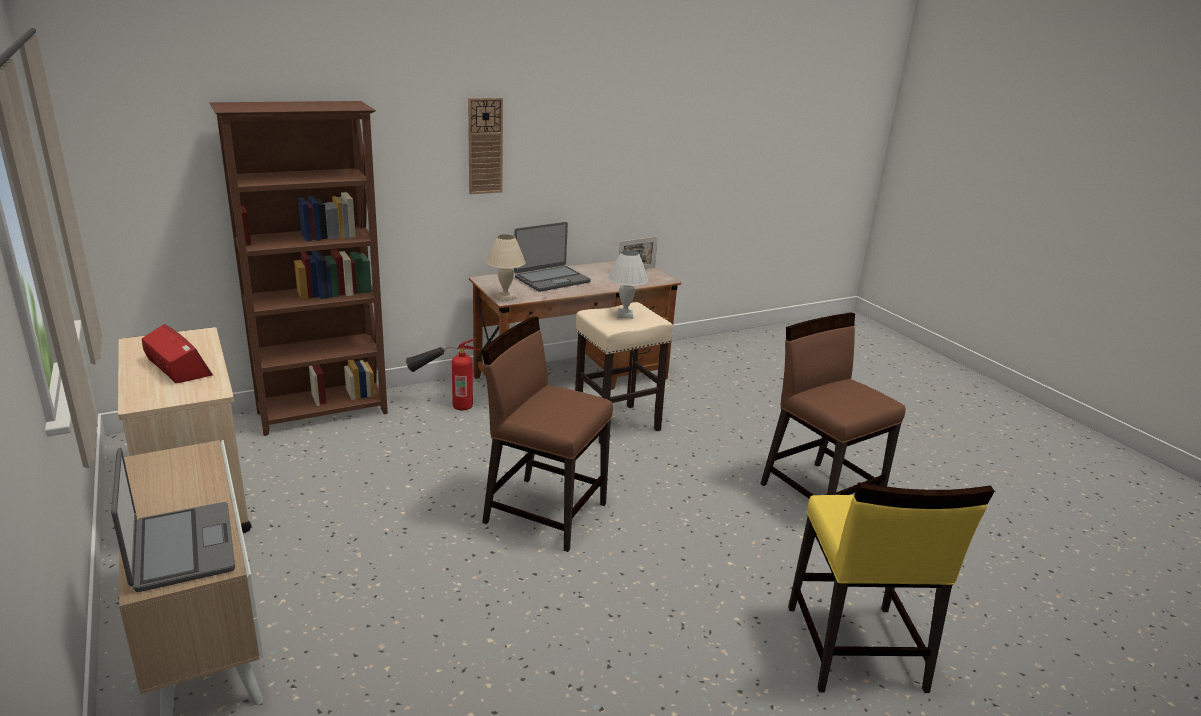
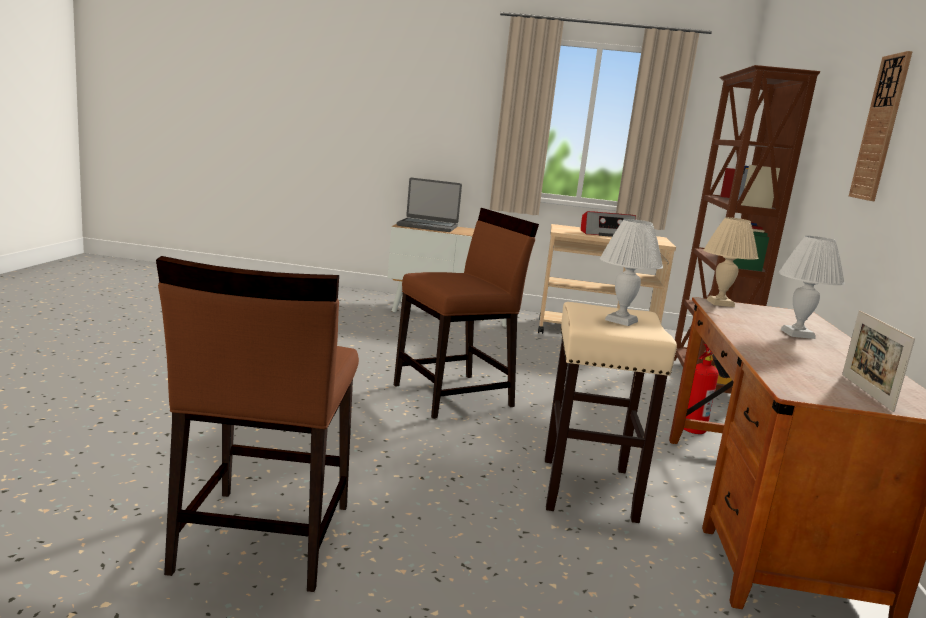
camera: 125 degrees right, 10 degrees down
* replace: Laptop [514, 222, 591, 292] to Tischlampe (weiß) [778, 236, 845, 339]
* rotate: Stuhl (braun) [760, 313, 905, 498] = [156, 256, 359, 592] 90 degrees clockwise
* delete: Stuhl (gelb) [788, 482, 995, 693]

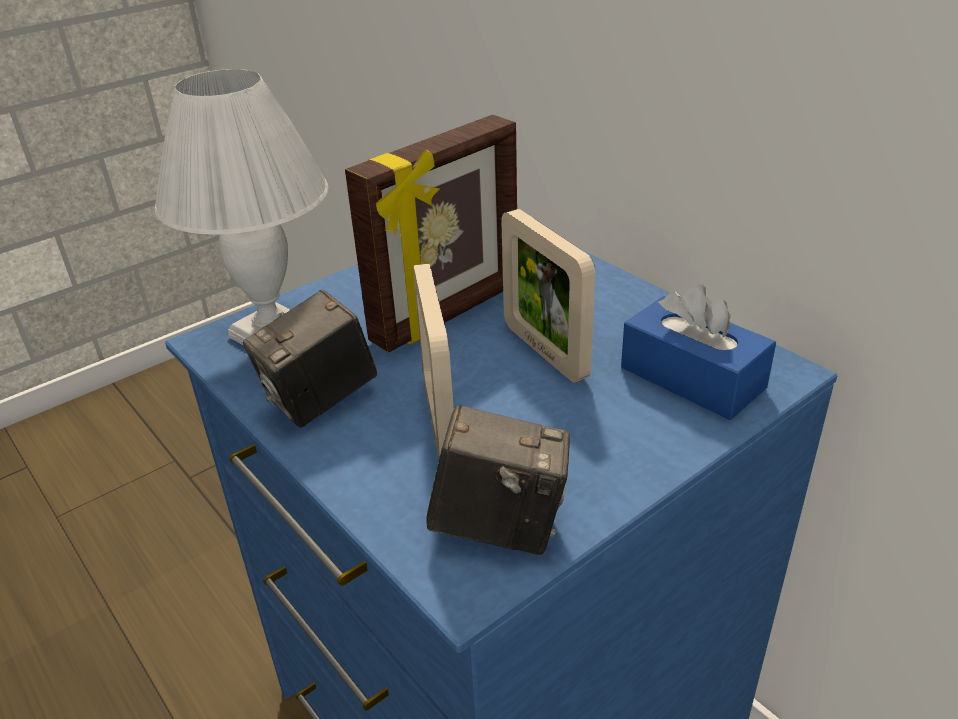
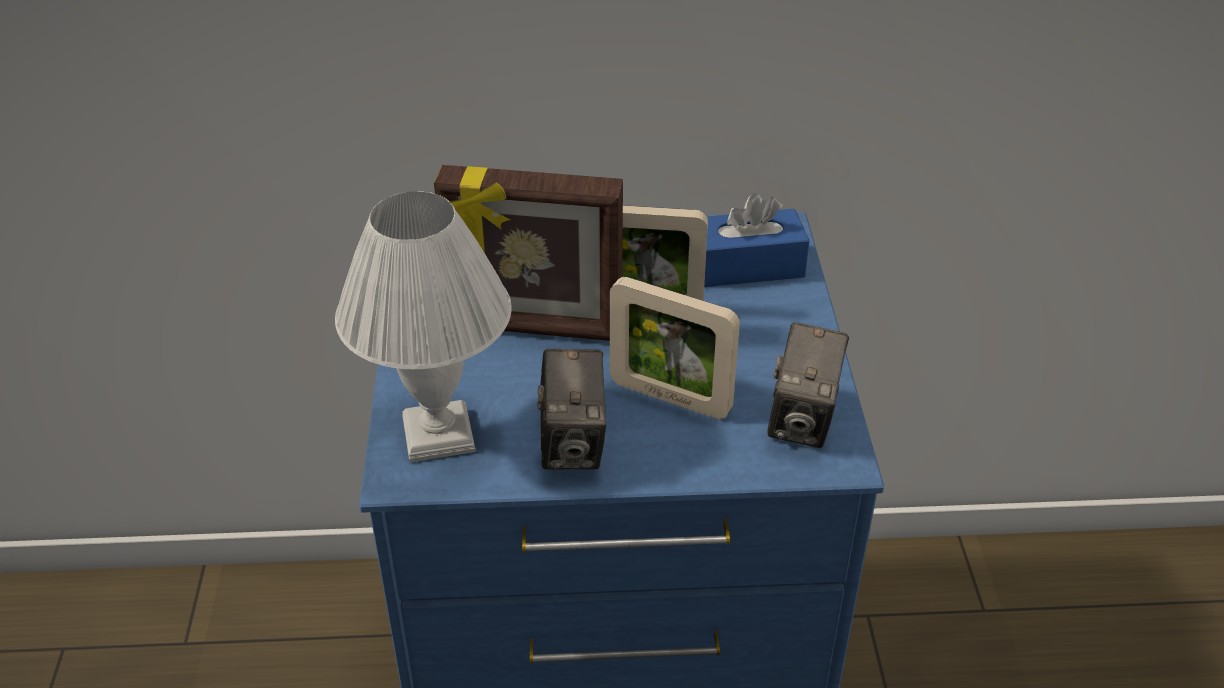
camera: 55 degrees left, 5 degrees up
* rotate: Bilderrahmen [345, 115, 517, 352] = [434, 165, 623, 341] 105 degrees clockwise
* rotate: Kamera [426, 405, 570, 555] = [767, 322, 849, 448] 150 degrees clockwise

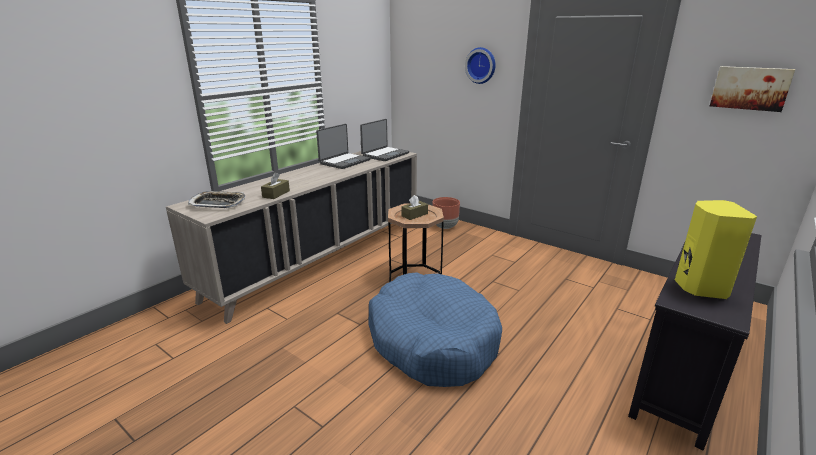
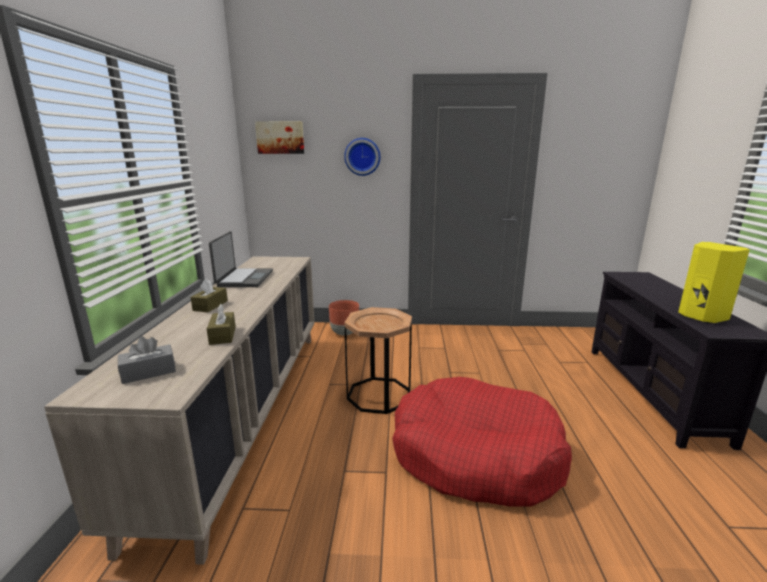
camera: 35 degrees left, 5 degrees down
* move: Bild [710, 66, 795, 112] to [255, 121, 304, 154]
* delete: Laptop [360, 119, 409, 161]
* replace: Tablett [188, 191, 245, 208] to Taschentuchbox (grau) [118, 336, 176, 384]
* move: Taschentuchbox (braun) [401, 195, 428, 220] to [191, 279, 228, 312]
* recolor: Hundebett (blau) [369, 272, 502, 387] to Hundebett (rot) [392, 377, 572, 507]

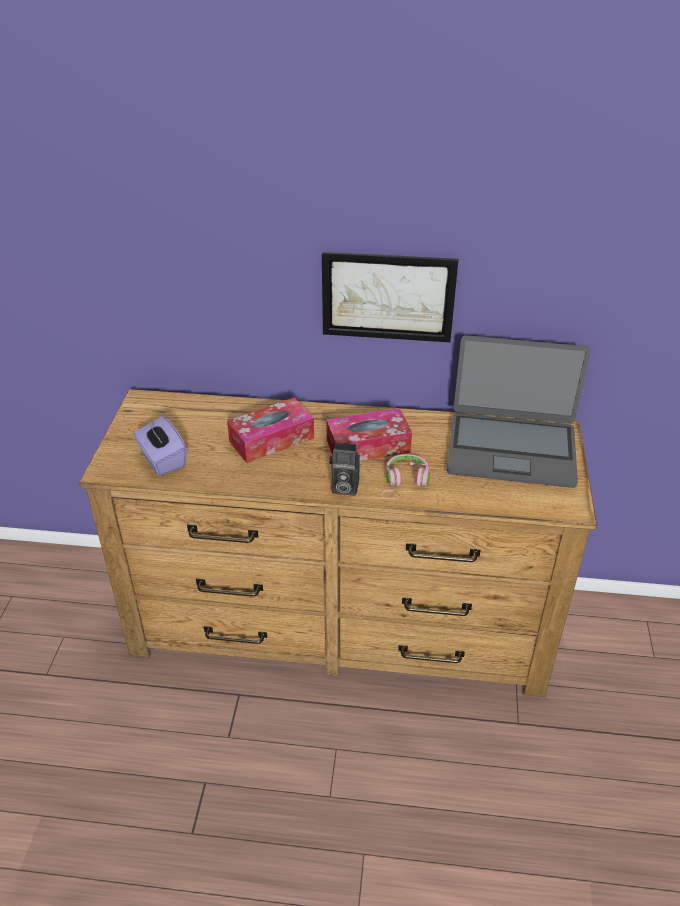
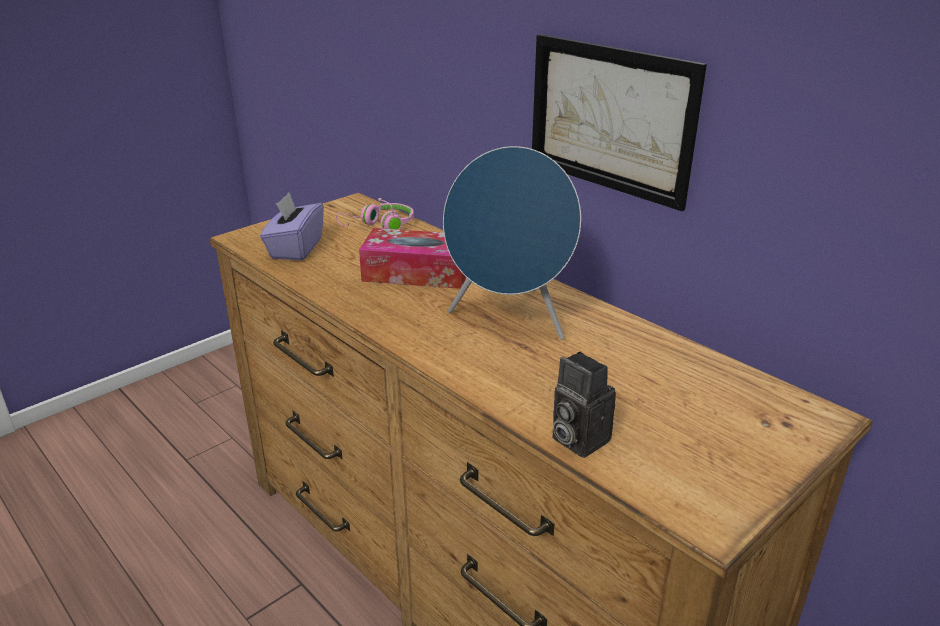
camera: 40 degrees right, 10 degrees down
* delete: Laptop [447, 335, 591, 488]
* replace: Taschentuchbox [326, 408, 412, 461] to Lautsprecher (blau) [443, 146, 581, 340]
* move: Kamera [329, 442, 360, 496] to [552, 352, 616, 458]
* move: Kopfhörer (rosa) [381, 454, 430, 499] to [336, 198, 414, 230]

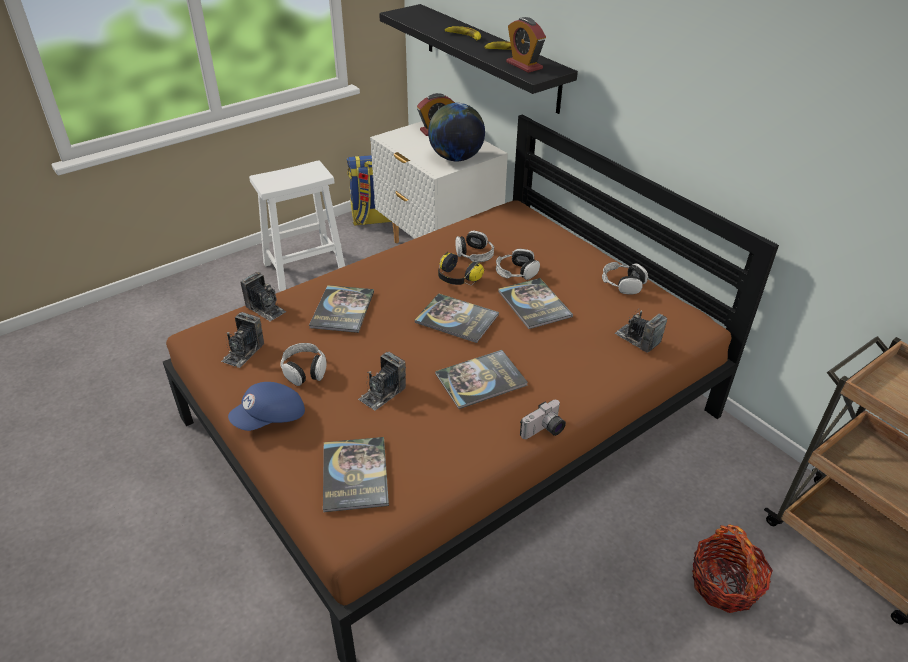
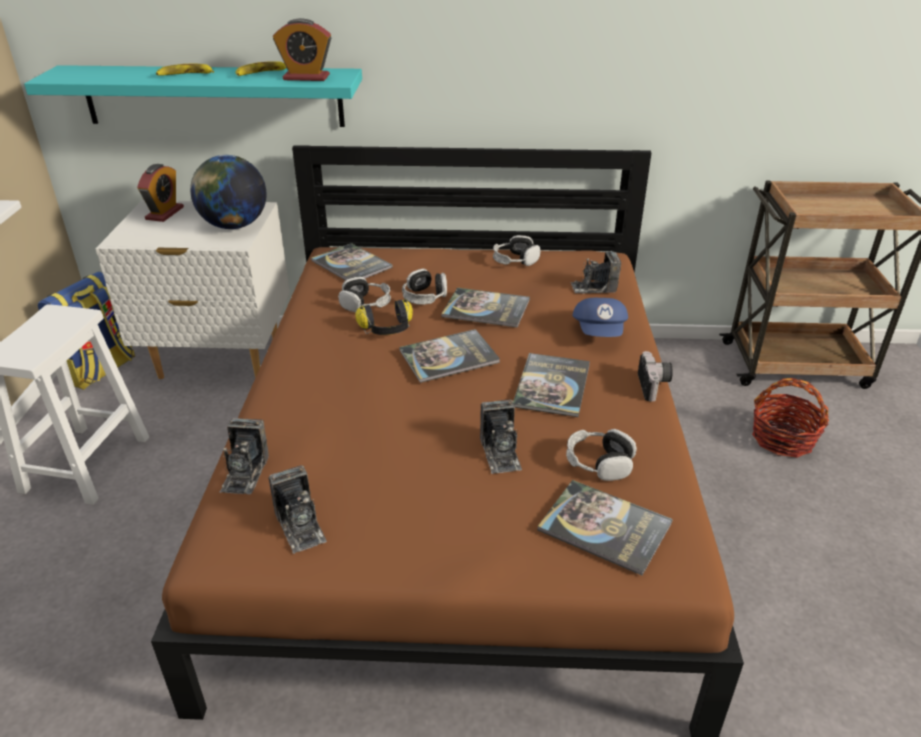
camera: 50 degrees left, 5 degrees down
* recolor: Wandregal (schwarz) [379, 4, 578, 114] to Wandregal (türkis) [24, 65, 362, 127]
* rotate: Kamera [240, 272, 287, 322] = [220, 418, 269, 494] 105 degrees clockwise
* move: Buch [309, 285, 374, 333] to [311, 243, 393, 280]
* move: Kopfhörer [280, 343, 327, 386] to [566, 429, 637, 481]
* move: Kappe (blau) [228, 382, 305, 431] to [572, 298, 628, 337]

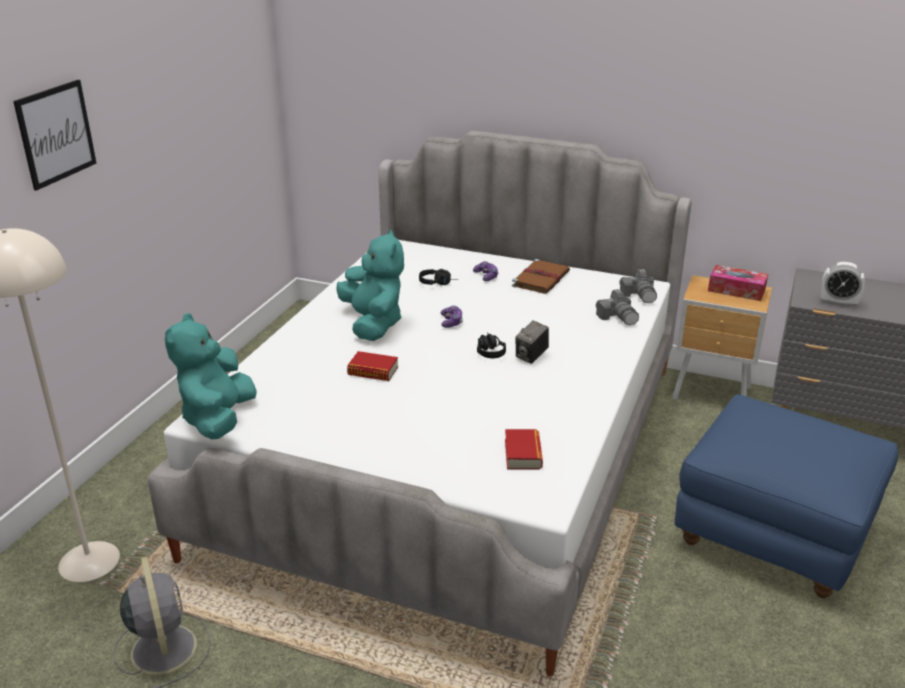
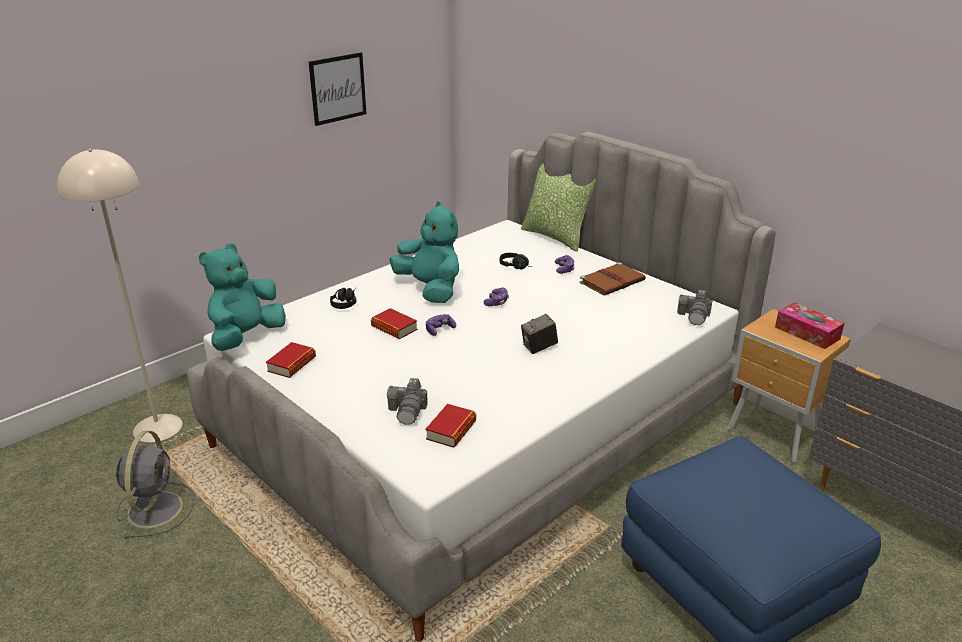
camera: 25 degrees right, 0 degrees up
* move: Bild [13, 80, 97, 191] to [309, 52, 366, 126]
* rotate: Plüschtier (türkis) [336, 229, 404, 341] = [389, 202, 459, 303] 45 degrees counterclockwise
* delete: Wecker [821, 262, 865, 307]
* move: Kamera [596, 289, 639, 325] to [387, 378, 428, 425]
* move: Kopfhörer (schwarz) [477, 333, 506, 358] to [330, 287, 357, 309]
* insert: Kissen [521, 163, 596, 252]
* insert: Gamepad [426, 314, 456, 336]
* insert: Buch [266, 342, 316, 378]

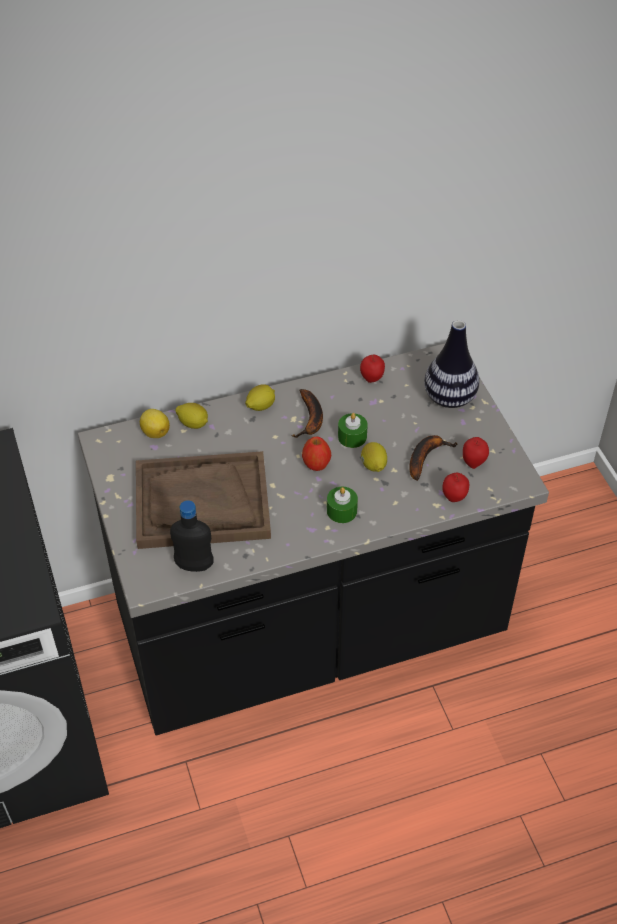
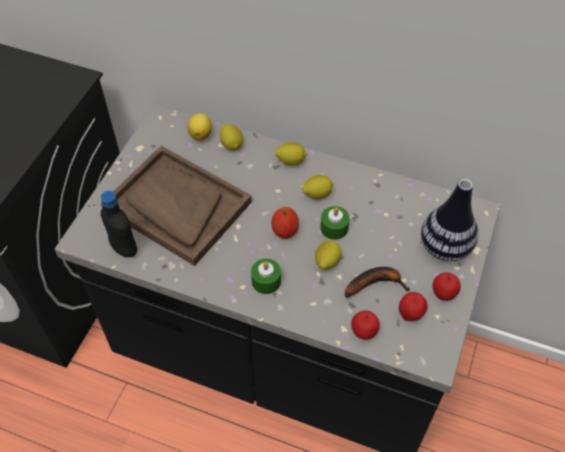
camera: 40 degrees right, 5 degrees up
* move: Apfel [360, 355, 385, 383] to [433, 273, 461, 301]
* replace: Banane [291, 389, 323, 438] to Zitrone [302, 175, 334, 199]

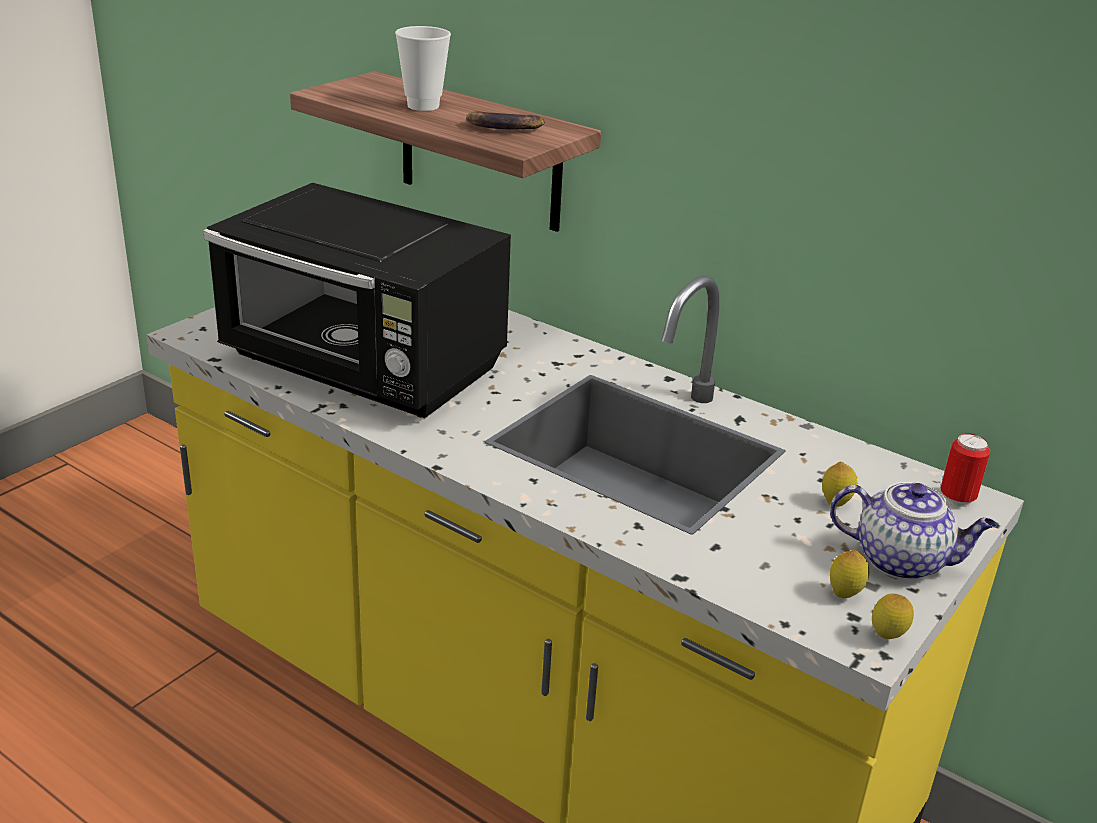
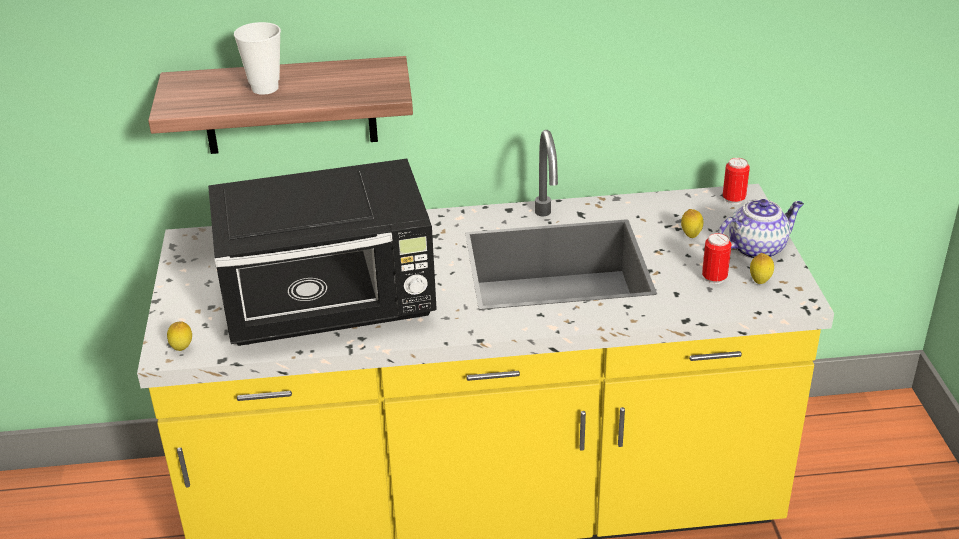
camera: 40 degrees left, 5 degrees up
* delete: Banane [466, 111, 545, 129]
* move: Zitrone [872, 594, 914, 639] to [167, 321, 192, 351]
* insert: Dose [702, 233, 731, 284]

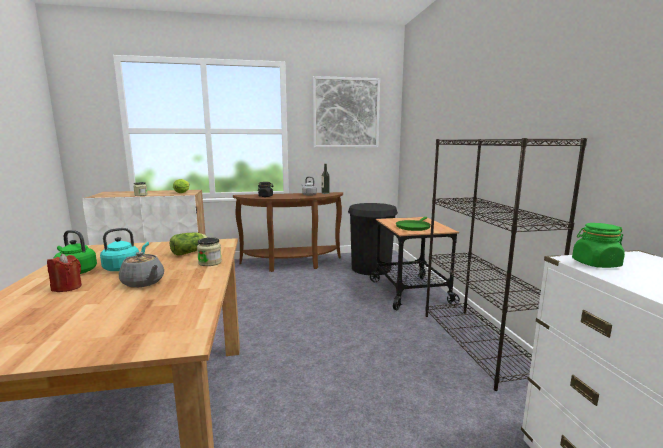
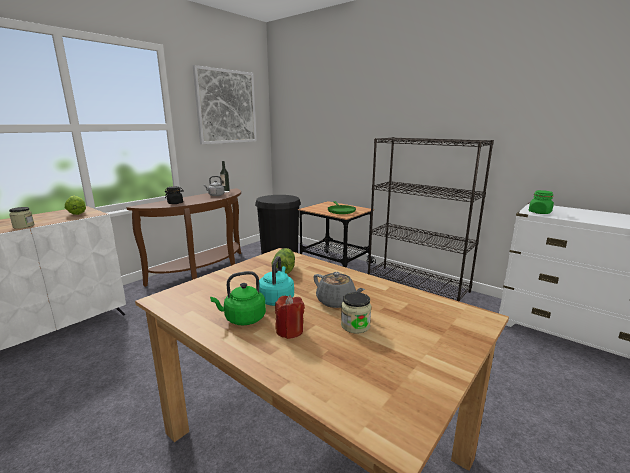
camera: 40 degrees left, 5 degrees up
* move: Vorratsglas [197, 237, 222, 266] to [341, 292, 371, 333]
* rotate: Teekanne (grau) [119, 252, 164, 288] = [313, 272, 365, 308] 45 degrees clockwise

